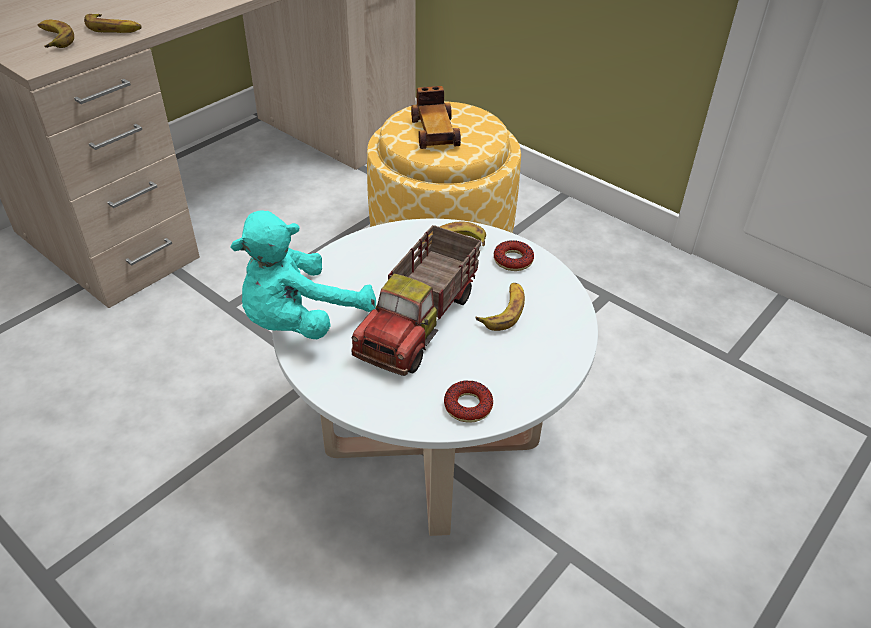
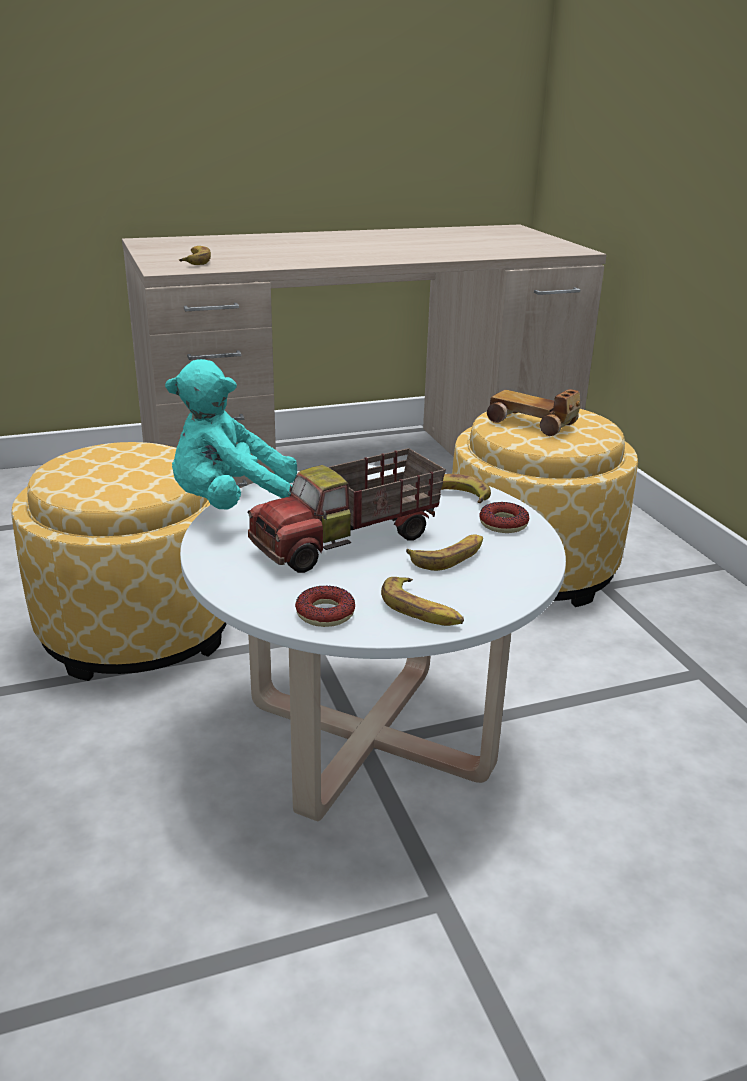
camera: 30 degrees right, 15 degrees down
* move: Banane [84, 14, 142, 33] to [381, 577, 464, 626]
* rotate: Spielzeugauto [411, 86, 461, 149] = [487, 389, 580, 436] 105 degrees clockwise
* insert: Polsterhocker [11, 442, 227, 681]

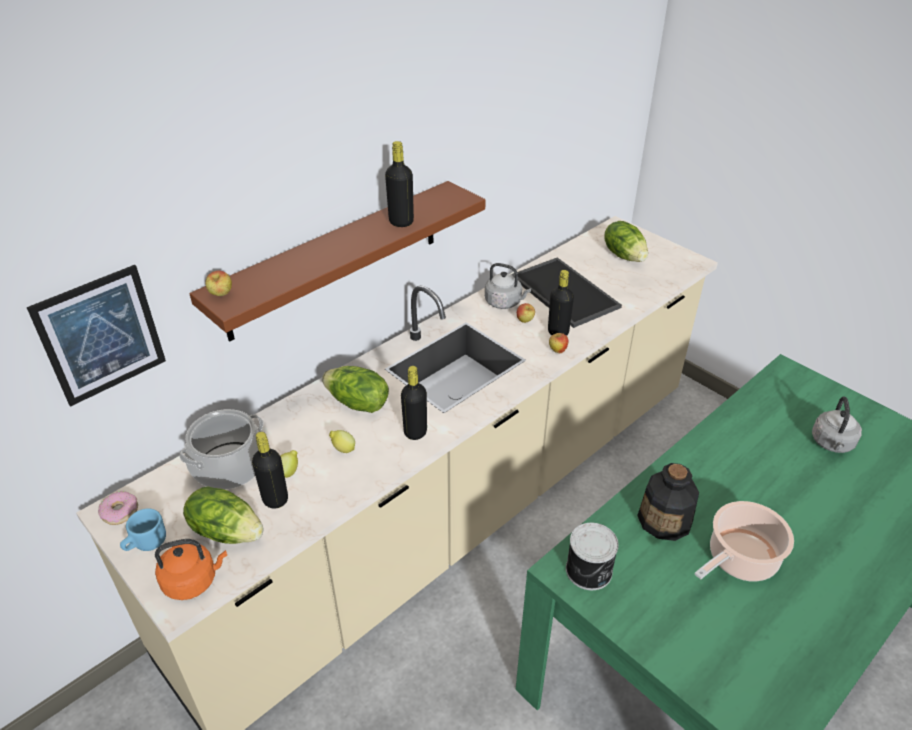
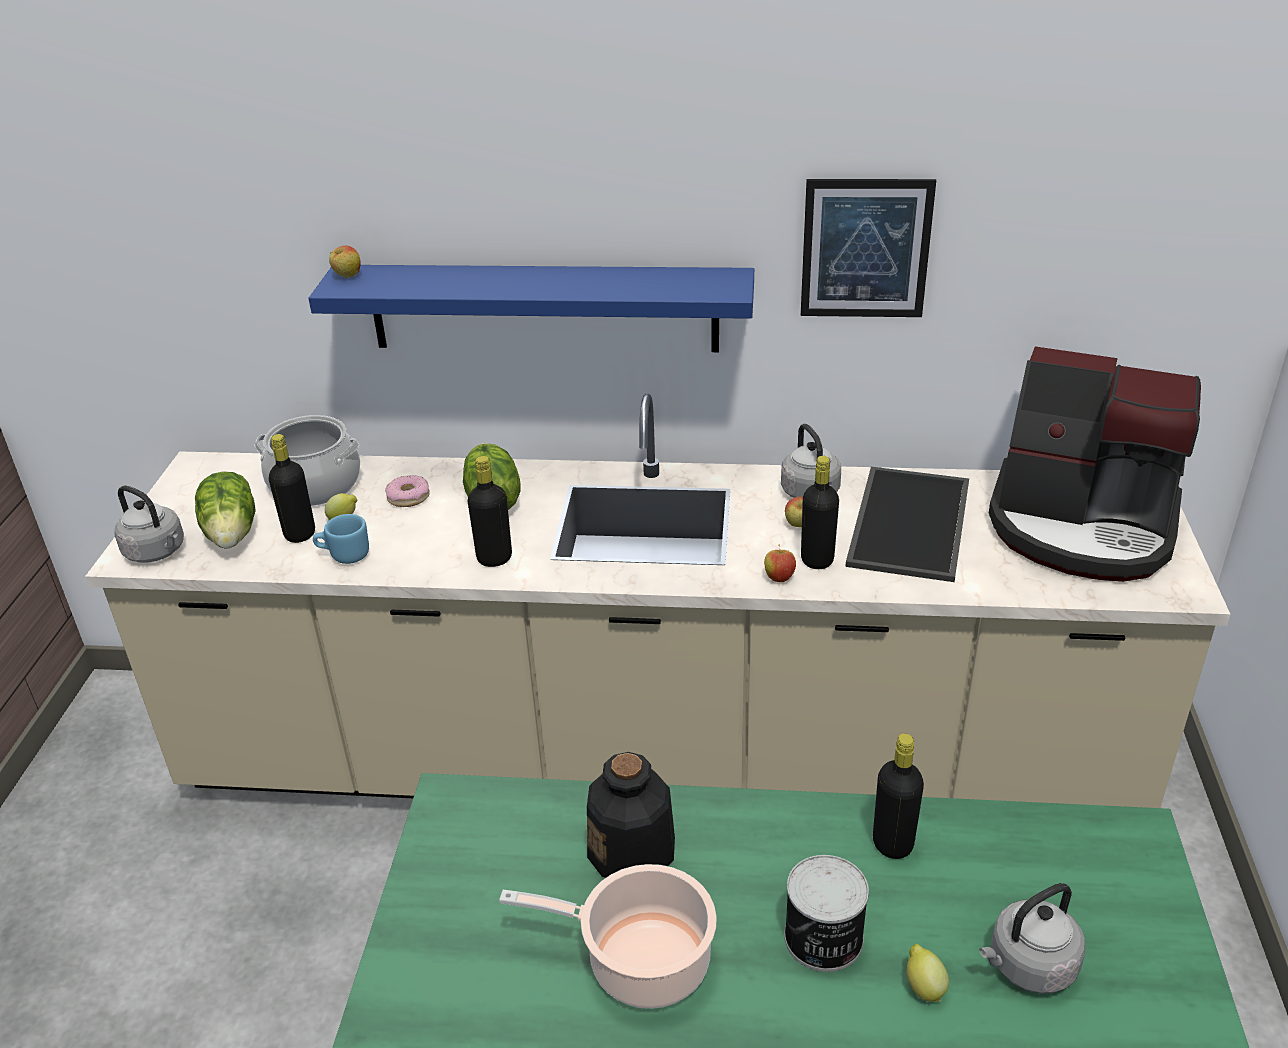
camera: 50 degrees right, 5 degrees down
* move: Flasche (schwarz) [385, 141, 414, 227] to [873, 733, 924, 859]
* recolor: Wandregal (braun) [189, 181, 486, 341] to Wandregal (blau) [308, 265, 754, 352]
* replace: Salatkopf [604, 221, 648, 262] to Kaffeemaschine [989, 346, 1201, 582]
* move: Bild [26, 265, 166, 407] to [801, 179, 936, 317]
* move: Zitrone [329, 430, 355, 453] to [906, 944, 949, 1002]
* move: Donut [98, 491, 138, 525] to [385, 475, 429, 507]
* move: Henkelbecher (blau) [120, 508, 166, 551] to [313, 514, 369, 564]
* move: Dose [566, 523, 619, 590] to [784, 855, 869, 972]
* recolor: Wasserkessel (orange) [155, 539, 227, 600] to Wasserkessel (grau) [114, 486, 184, 563]

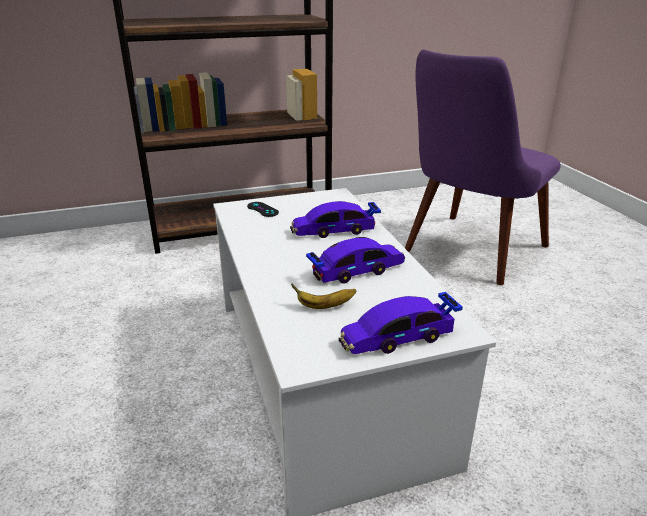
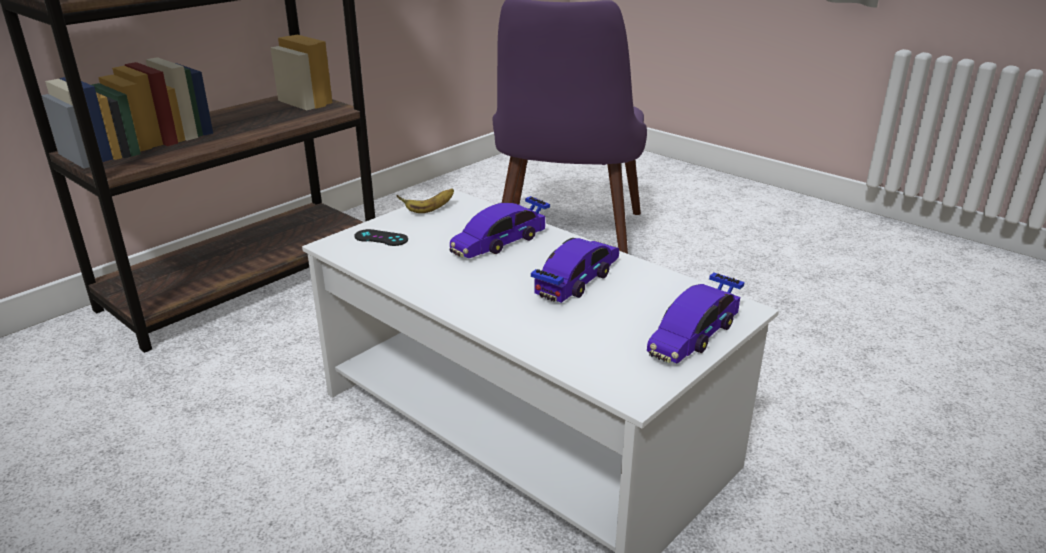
camera: 30 degrees left, 0 degrees up
* move: Banane [291, 284, 357, 309] to [396, 188, 454, 213]

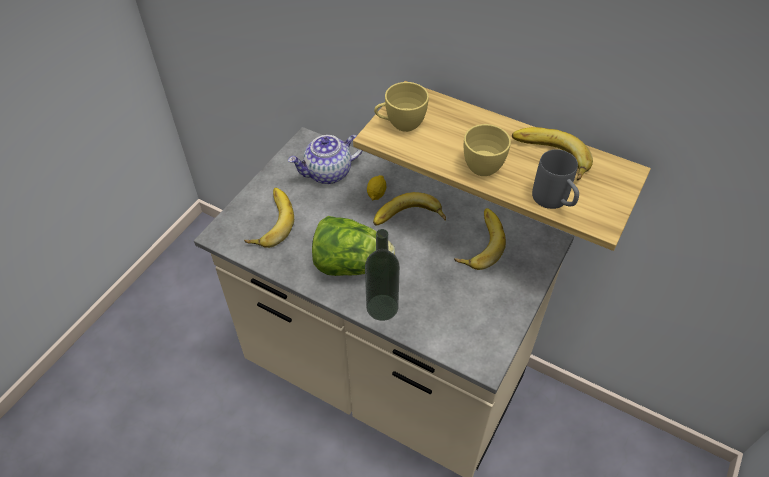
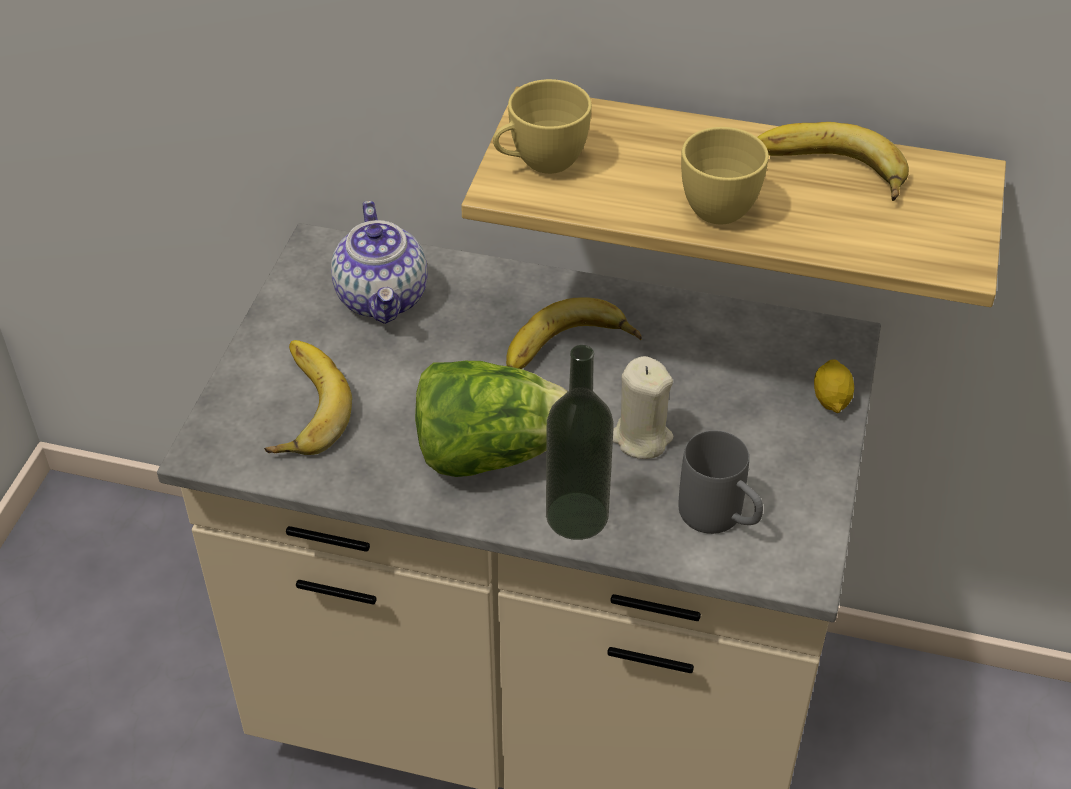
camera: 15 degrees left, 5 degrees down
* rotate: Teekanne [288, 135, 363, 184] = [331, 201, 427, 324] 60 degrees counterclockwise
* move: Henkelbecher (grau) [532, 149, 579, 209] to [678, 430, 763, 534]
* move: Zitrone [367, 175, 386, 201] to [814, 359, 854, 413]
* delete: Banane [454, 208, 506, 270]
* insert: Kerze (beige) [613, 356, 673, 459]

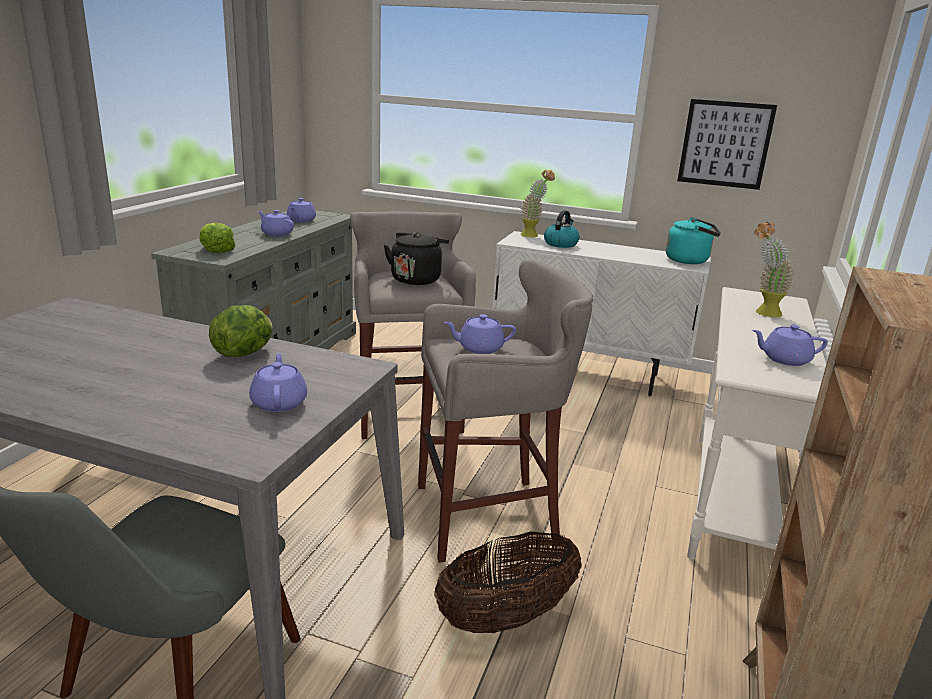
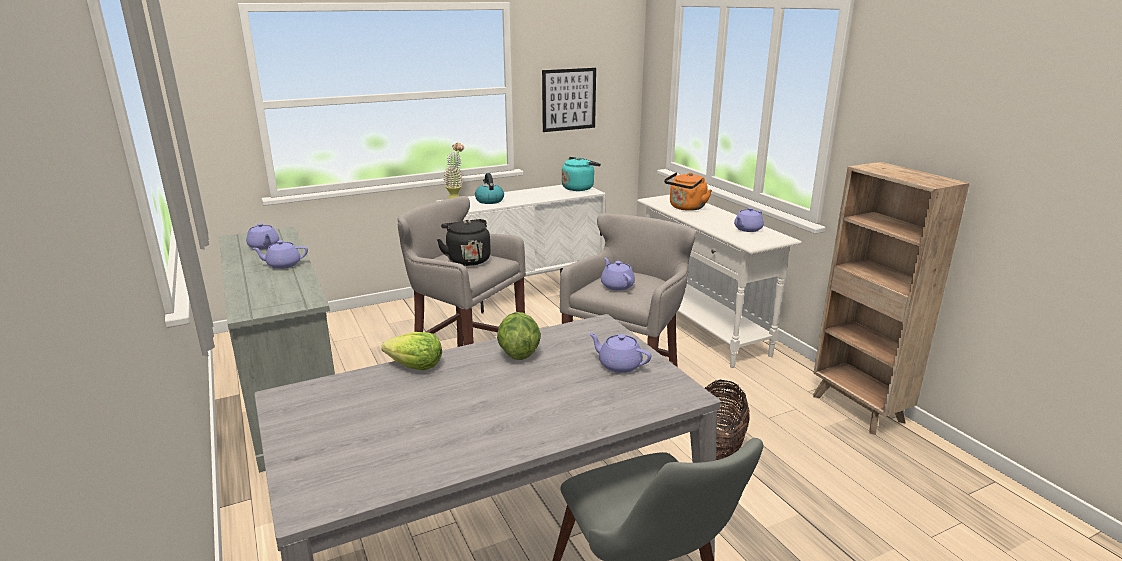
camera: 45 degrees left, 0 degrees up
* replace: Topfpflanze [754, 221, 794, 317] to Wasserkessel (orange) [664, 172, 712, 211]
* move: Salatkopf [199, 223, 235, 253] to [381, 332, 442, 370]
* rotate: Teekanne (lila) [444, 314, 516, 354] = [601, 257, 635, 290] 120 degrees clockwise

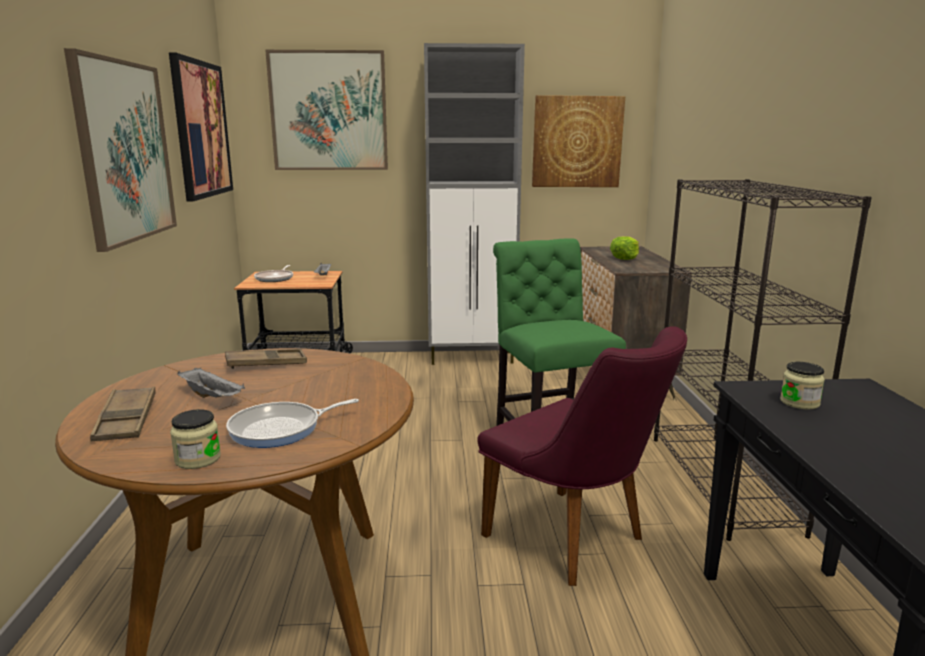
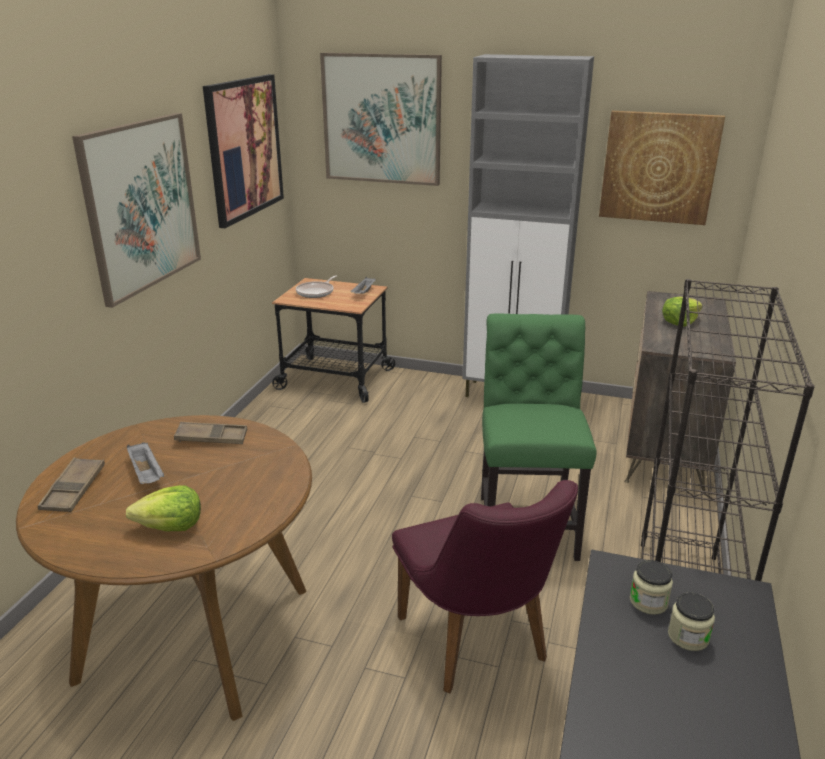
camera: 20 degrees right, 10 degrees up
* replace: Pfanne [226, 399, 359, 448] to Salatkopf [126, 485, 201, 531]
* move: Vorratsglas [170, 409, 221, 469] to [668, 592, 715, 651]

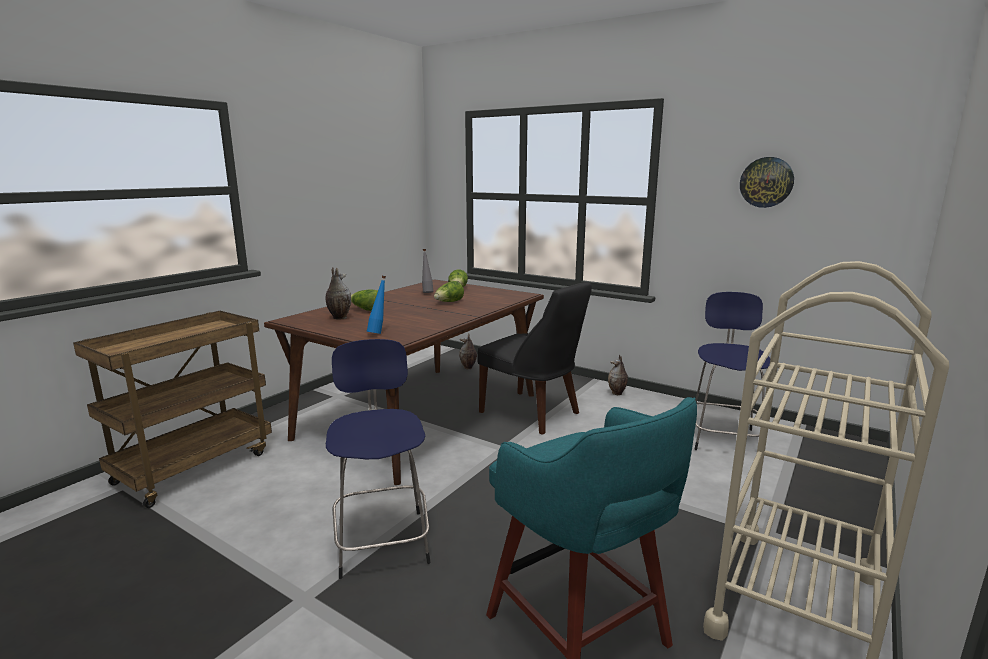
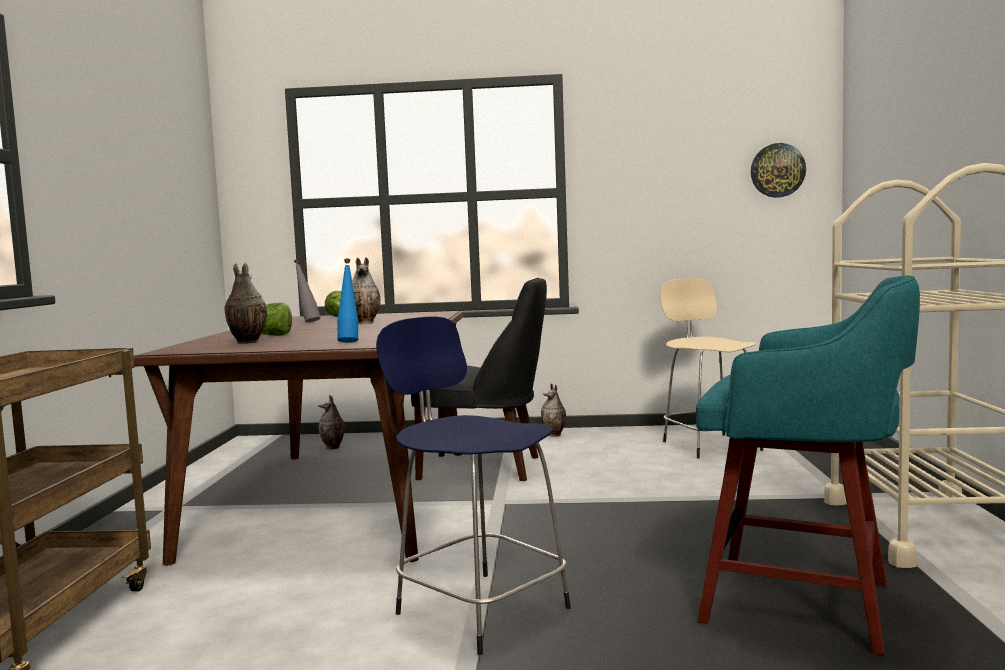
camera: 30 degrees left, 10 degrees down
* move: Wanduhr [740, 157, 794, 208] to [751, 143, 806, 198]
* replace: Salatkopf [434, 281, 464, 302] to Vase [352, 257, 381, 324]
* recolor: Hocker (blau) [694, 292, 770, 450] to Hocker (beige) [660, 278, 763, 458]

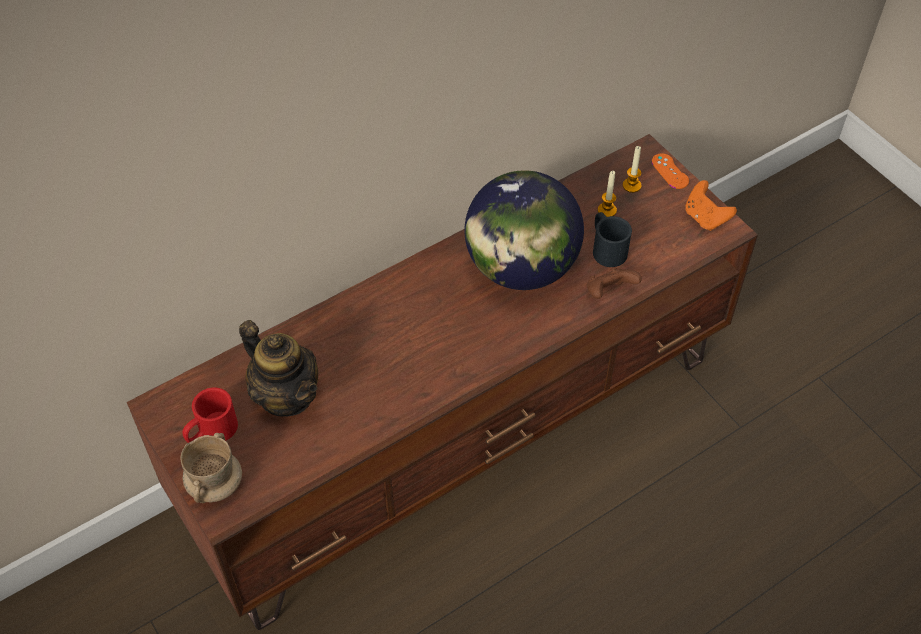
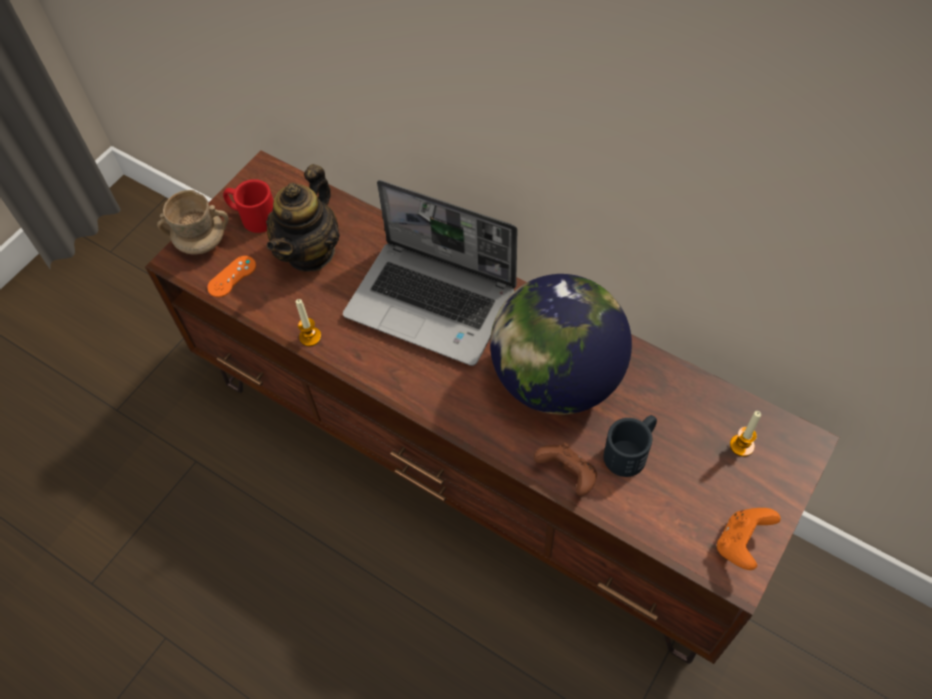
camera: 70 degrees right, 5 degrees up
* move: Gamepad (orange) [652, 153, 689, 189] to [207, 256, 256, 297]
* move: Kerze [598, 171, 617, 217] to [296, 299, 321, 346]
* insert: Laptop [343, 180, 517, 366]

